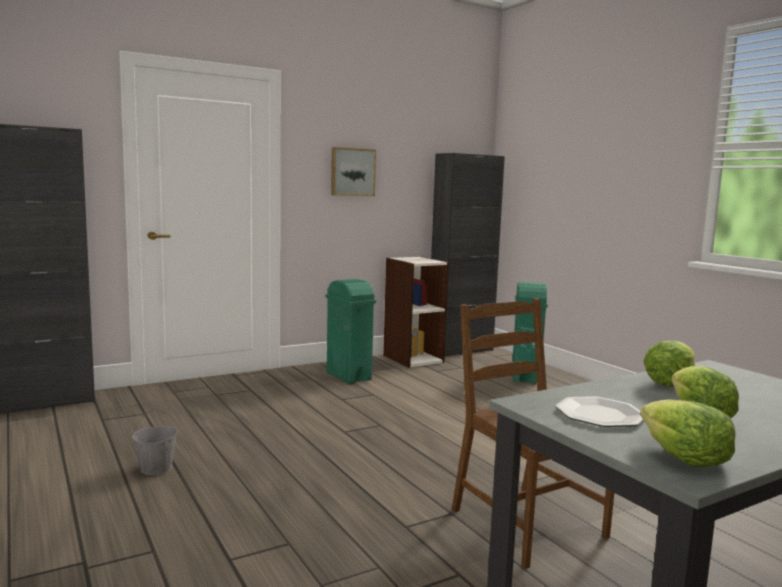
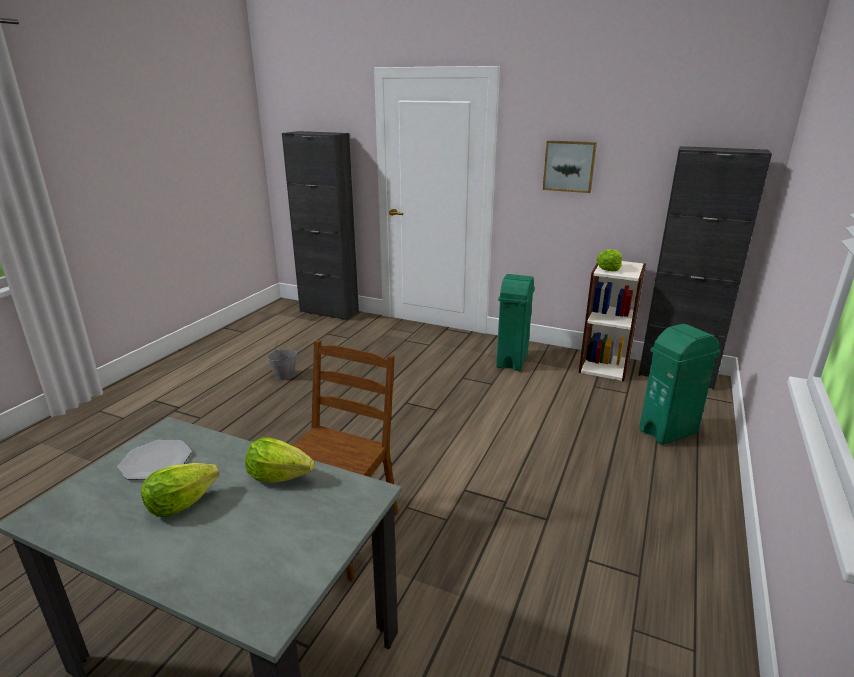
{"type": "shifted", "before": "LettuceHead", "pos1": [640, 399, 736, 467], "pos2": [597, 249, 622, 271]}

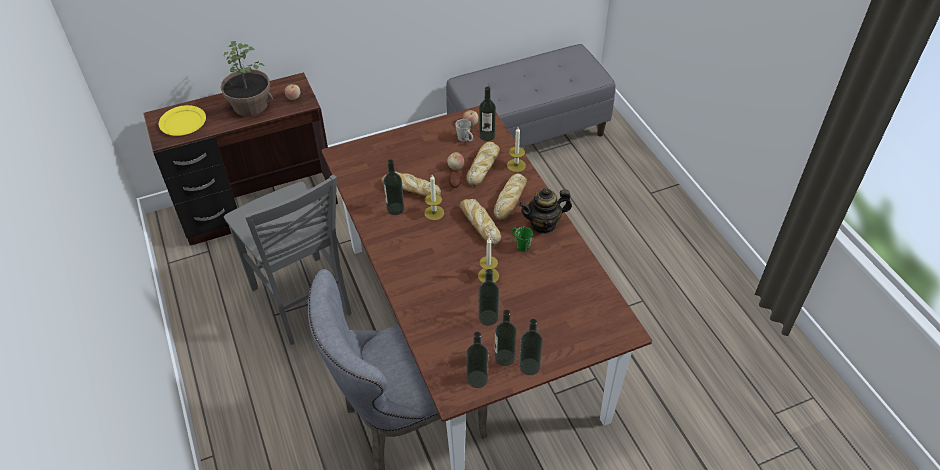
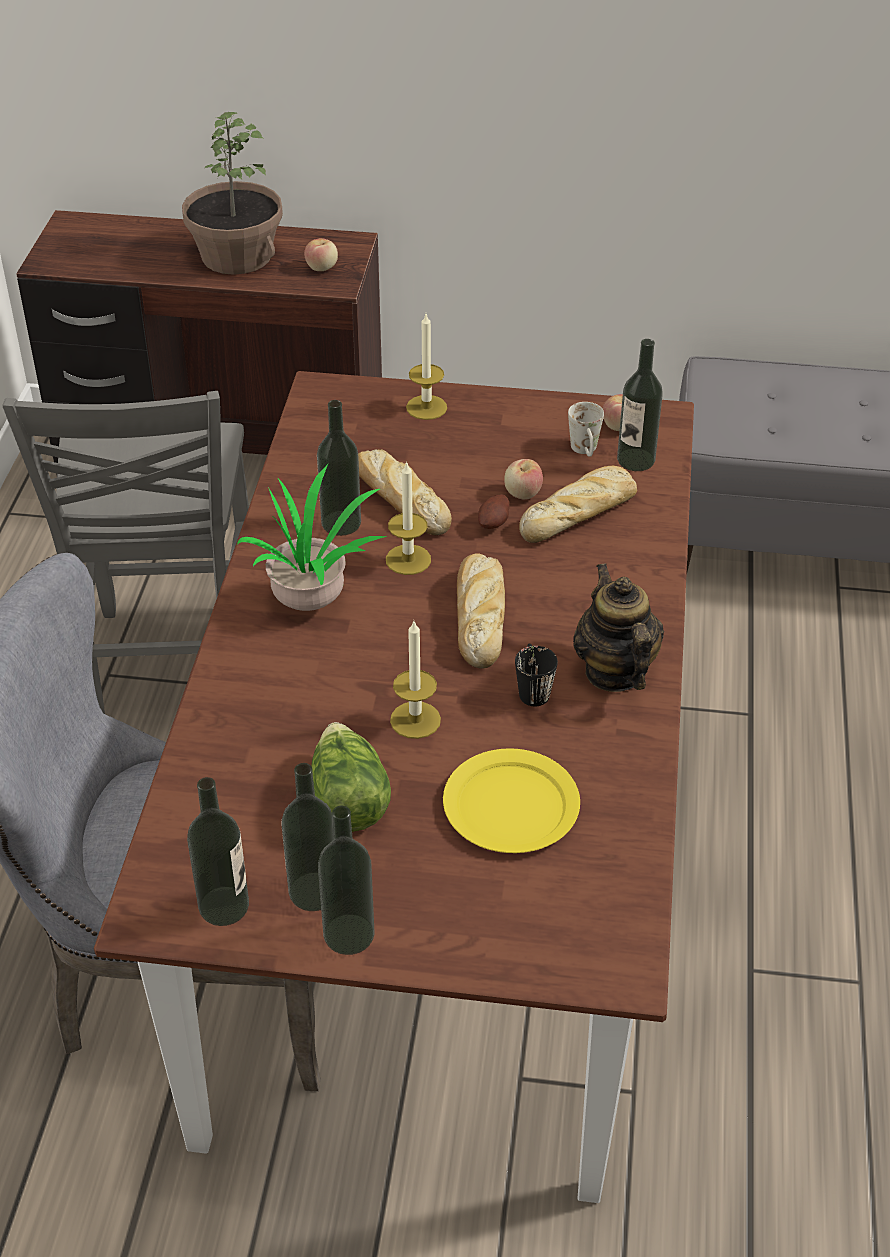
{"type": "shifted", "before": "YellowColouredFlatDish", "pos1": [159, 105, 206, 136], "pos2": [443, 748, 580, 853]}
{"type": "shifted", "before": "WaxCandle", "pos1": [507, 127, 526, 172], "pos2": [406, 314, 447, 420]}
{"type": "gone", "before": "Bread", "pos1": [494, 173, 527, 221]}
{"type": "rotated", "before": "PotForTea", "pos1": [519, 188, 572, 234], "pos2": [573, 563, 664, 692], "turn": 60}
{"type": "repainted", "before": "GreenishTeaMug", "after": "BlackishTeaMug", "pos1": [512, 227, 533, 252], "pos2": [515, 644, 558, 706]}
{"type": "swapped", "before": "Bottle", "after": "LettuceHead", "pos1": [479, 269, 499, 326], "pos2": [311, 722, 391, 832]}
{"type": "new", "after": "Houseplant", "pos2": [237, 464, 387, 611]}

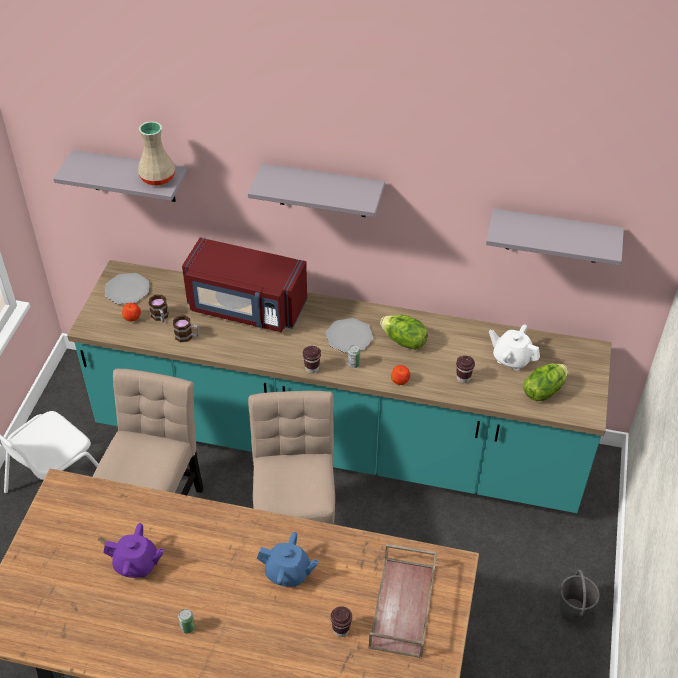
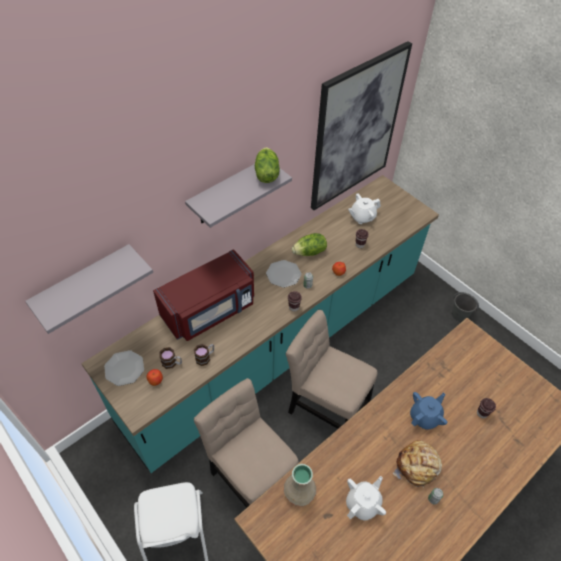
{"type": "shifted", "before": "BeigeColouredDecorativeVase", "pos1": [138, 121, 175, 186], "pos2": [284, 464, 316, 506]}
{"type": "swapped", "before": "GreyishWallShelf", "after": "Picture", "pos1": [486, 208, 624, 266], "pos2": [311, 41, 412, 210]}
{"type": "shifted", "before": "LettuceHead", "pos1": [523, 363, 568, 401], "pos2": [255, 147, 280, 183]}
{"type": "repainted", "before": "PurplishPotForTea", "after": "WhiteColouredPotForTea", "pos1": [103, 523, 164, 578], "pos2": [346, 476, 386, 520]}
{"type": "gone", "before": "BrownishCarryingTray", "pos1": [368, 544, 437, 659]}
{"type": "new", "after": "Bread", "pos2": [393, 440, 442, 488]}

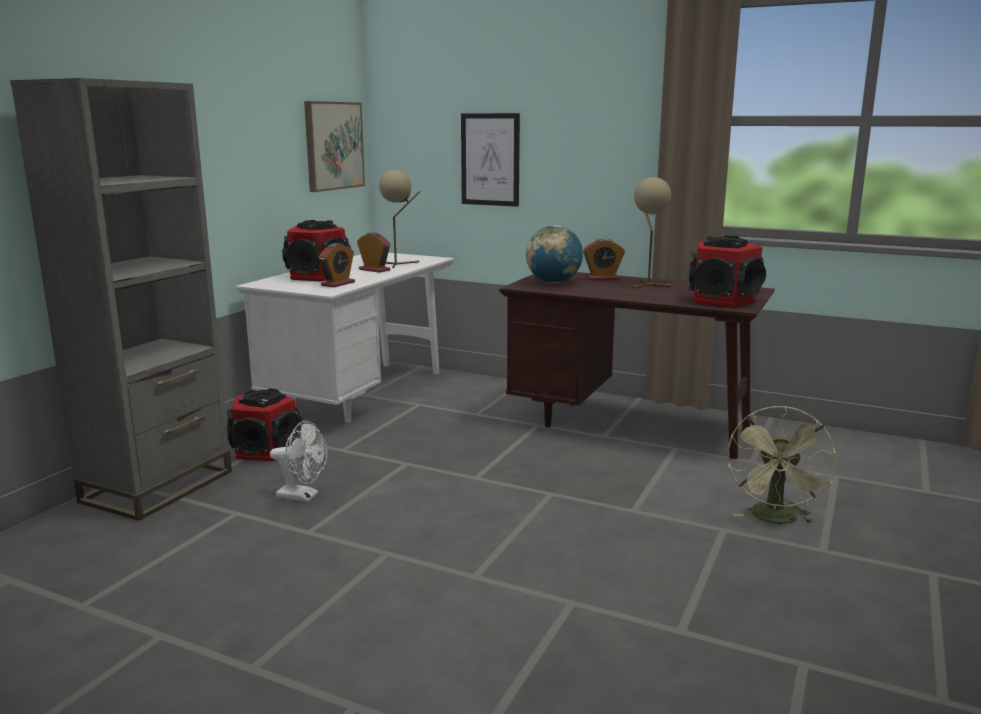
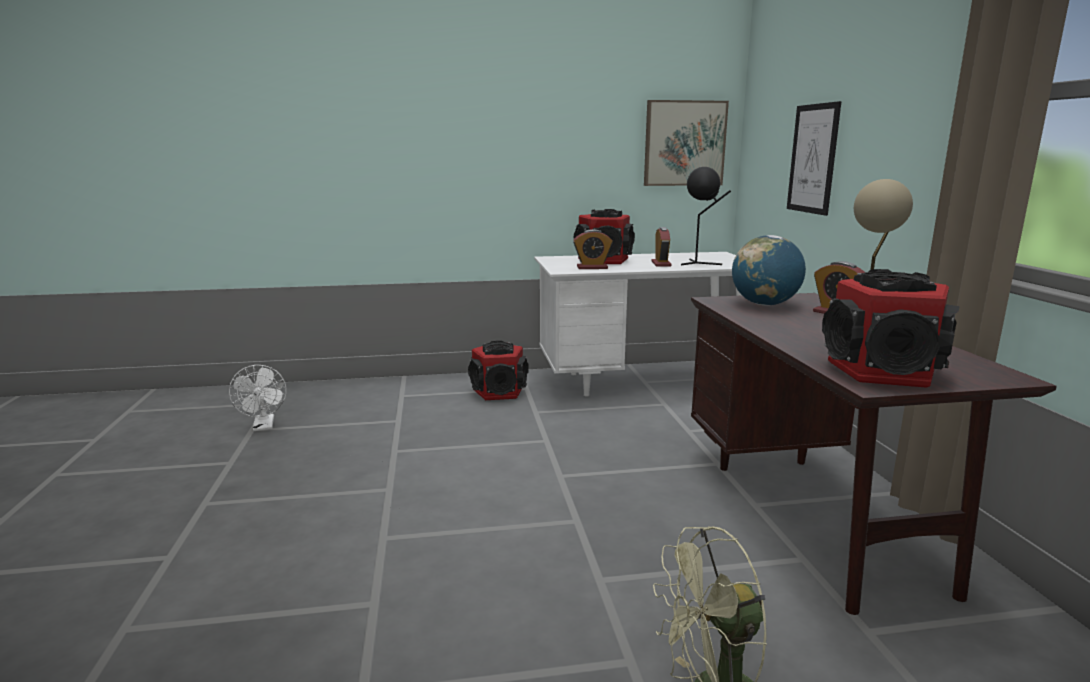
{"type": "gone", "before": "GreyishBookcase", "pos1": [10, 78, 232, 521]}
{"type": "repainted", "before": "BeigeColouredLampForATable", "after": "BlackishLampForATable", "pos1": [379, 170, 420, 268], "pos2": [681, 167, 731, 265]}
{"type": "shifted", "before": "WhiteColouredFan", "pos1": [270, 421, 327, 502], "pos2": [229, 365, 286, 431]}

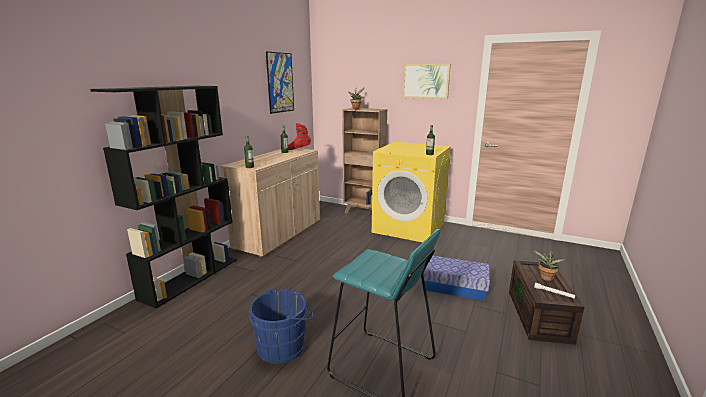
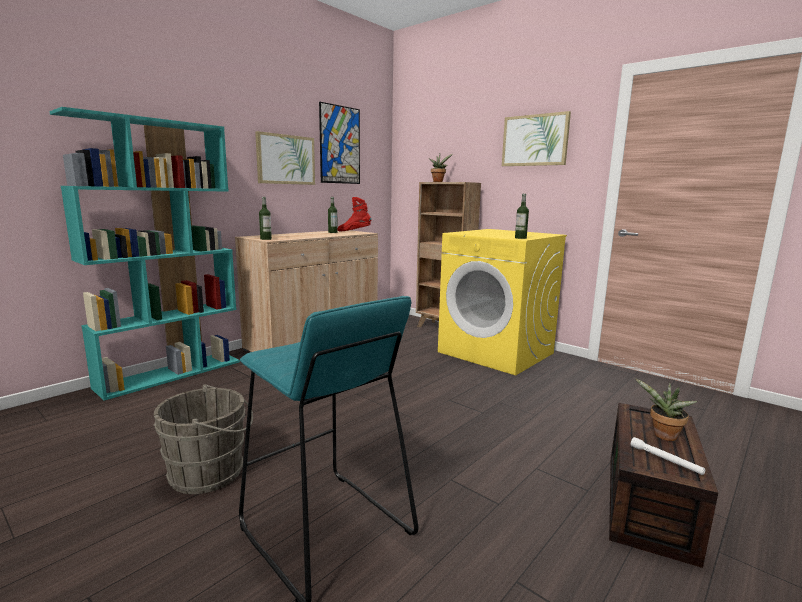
{"type": "repainted", "before": "BlackishBookcase", "after": "BlueGreenBookcase", "pos1": [90, 86, 237, 309], "pos2": [49, 107, 240, 401]}
{"type": "gone", "before": "StorageContainer", "pos1": [424, 256, 490, 301]}
{"type": "repainted", "before": "BluishBucket", "after": "GreyishBucket", "pos1": [249, 289, 313, 364], "pos2": [154, 384, 253, 494]}
{"type": "new", "after": "Picture", "pos2": [255, 131, 315, 185]}

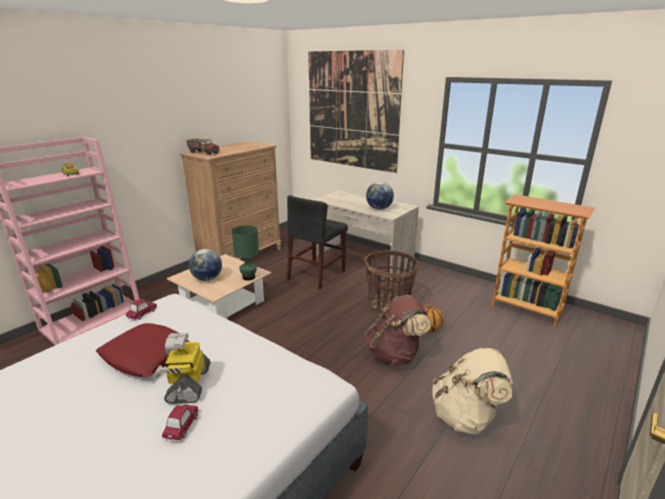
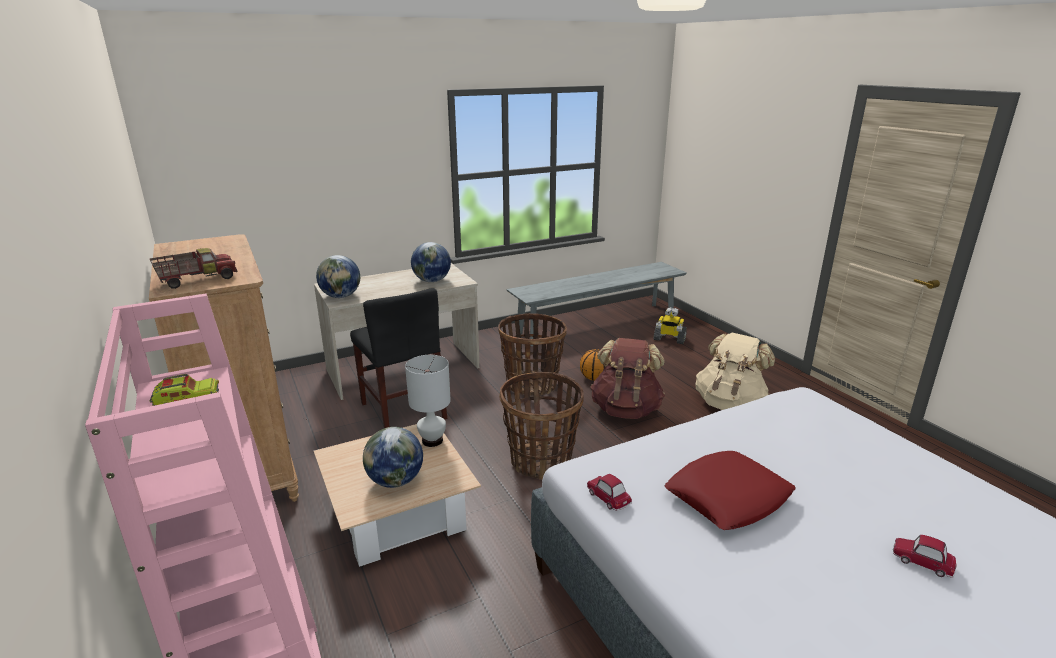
{"type": "gone", "before": "Picture", "pos1": [308, 50, 404, 173]}
{"type": "swapped", "before": "Bookcase", "after": "GreyishLongSeat", "pos1": [491, 194, 595, 328], "pos2": [506, 262, 687, 346]}
{"type": "repainted", "before": "GreenishLampForATable", "after": "WhiteColouredLampForATable", "pos1": [232, 226, 259, 281], "pos2": [405, 355, 451, 447]}
{"type": "shifted", "before": "ToyRobot", "pos1": [154, 333, 211, 404], "pos2": [653, 307, 686, 344]}
{"type": "shifted", "before": "ModelCar", "pos1": [162, 404, 199, 441], "pos2": [893, 535, 957, 578]}
{"type": "new", "after": "Globe", "pos2": [316, 255, 360, 298]}
{"type": "new", "after": "StorageBasket", "pos2": [499, 372, 584, 480]}

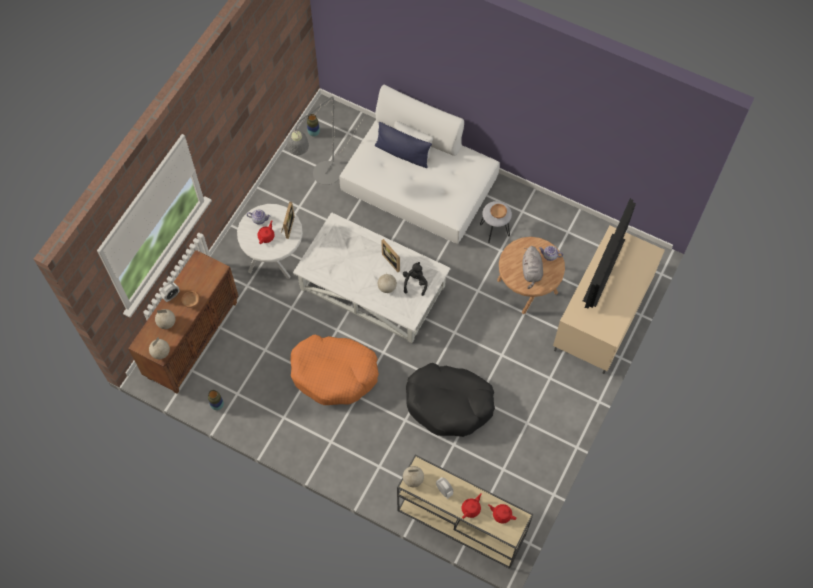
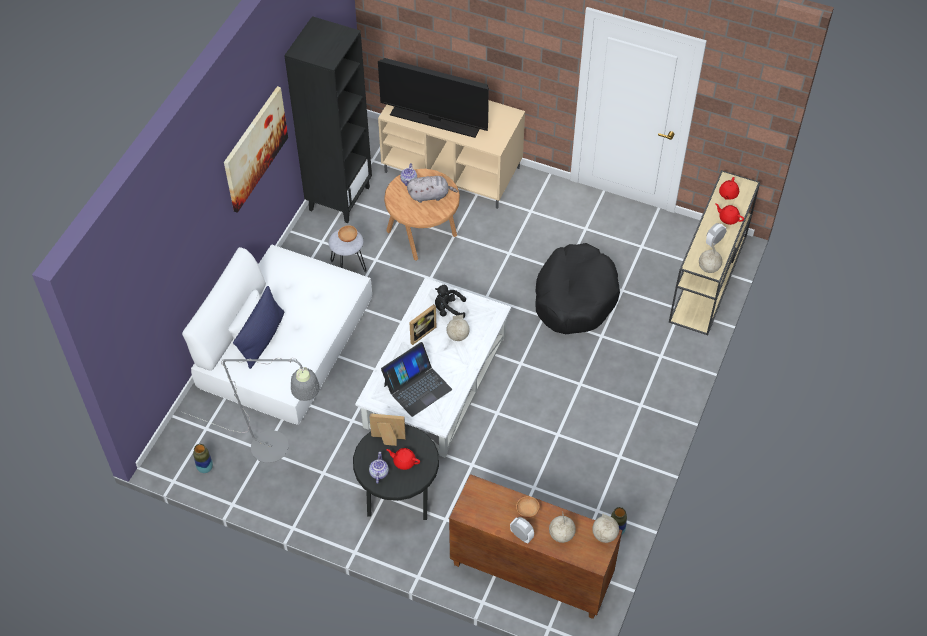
{"type": "repainted", "before": "WhiteColouredSideTable", "after": "BlackishSideTable", "pos1": [237, 204, 303, 279], "pos2": [353, 424, 439, 520]}
{"type": "gone", "before": "OrangeyPetBed", "pos1": [290, 335, 379, 405]}
{"type": "new", "after": "BlackishBookcase", "pos2": [284, 16, 372, 223]}
{"type": "new", "after": "Picture", "pos2": [224, 86, 288, 213]}
{"type": "new", "after": "Laptop", "pos2": [381, 342, 452, 417]}

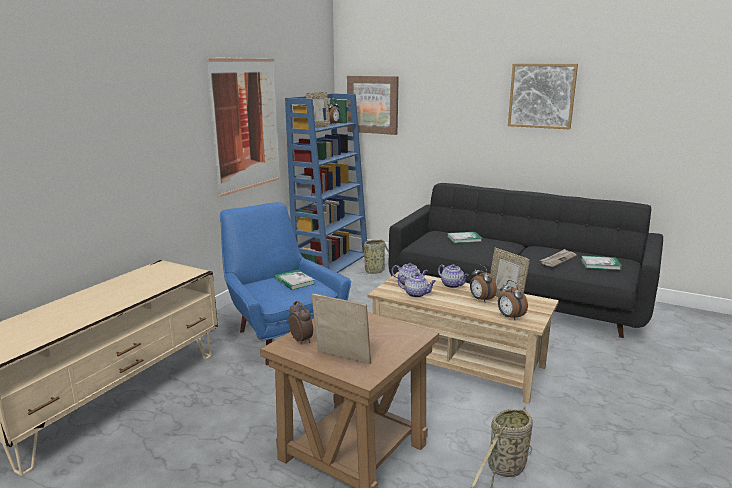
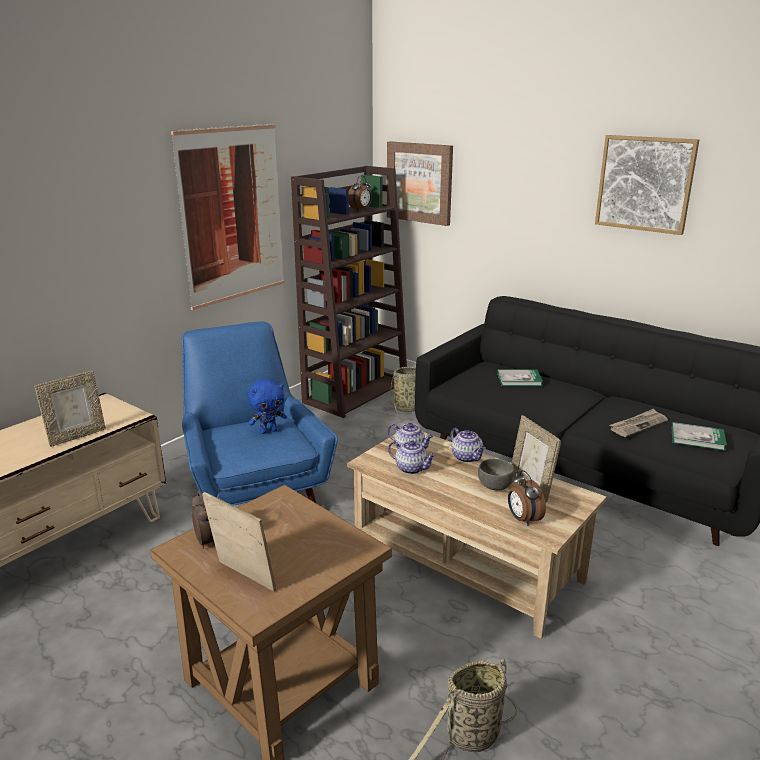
{"type": "shifted", "before": "PictureFrame", "pos1": [306, 92, 331, 128], "pos2": [35, 371, 106, 447]}
{"type": "repainted", "before": "BluishBookcase", "after": "BrownishBookcase", "pos1": [285, 93, 367, 273], "pos2": [291, 166, 407, 418]}
{"type": "swapped", "before": "AlarmClock", "after": "GreyishBowl", "pos1": [470, 265, 497, 302], "pos2": [478, 459, 515, 491]}
{"type": "swapped", "before": "Book", "after": "BluishSoftToy", "pos1": [274, 269, 315, 290], "pos2": [248, 379, 287, 434]}

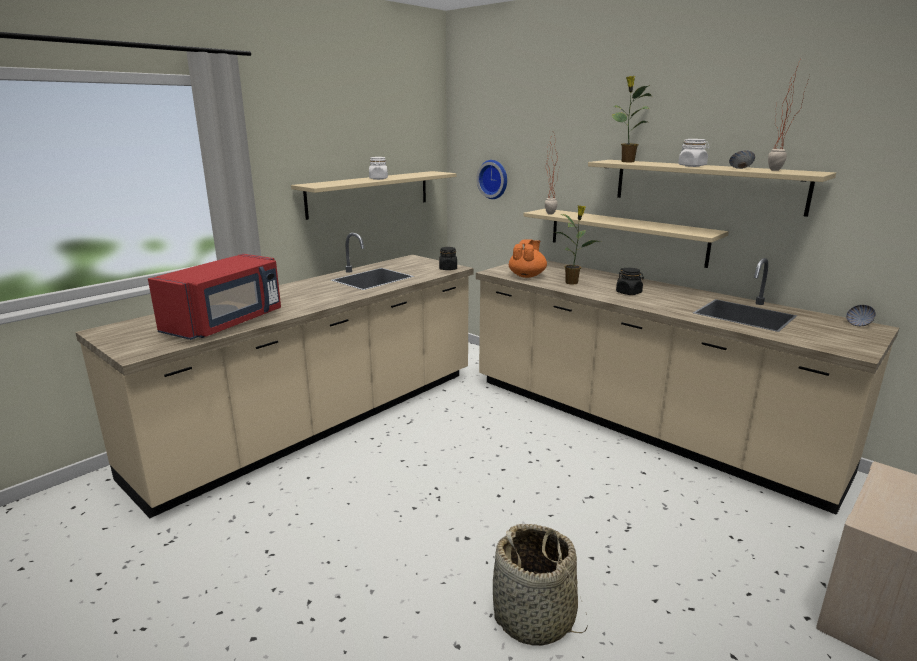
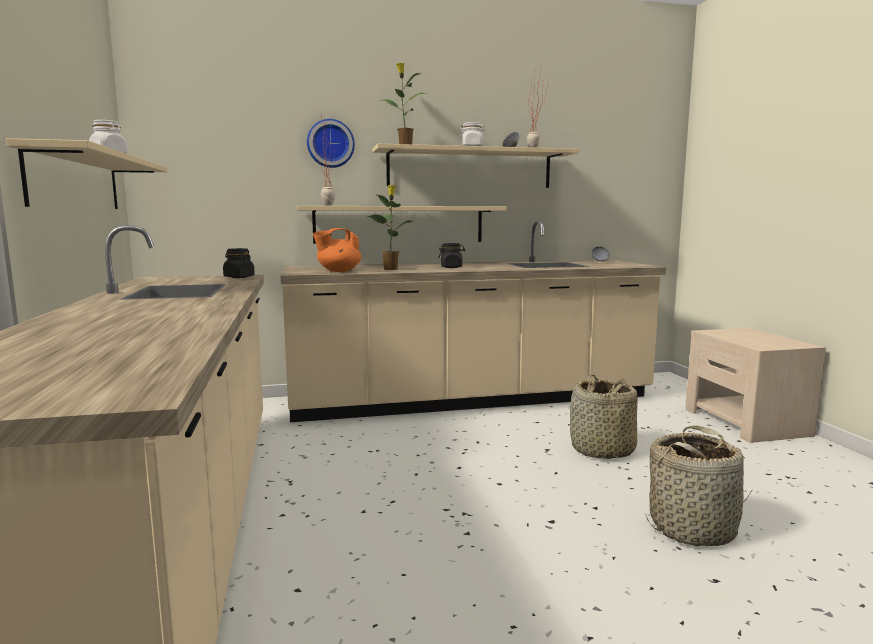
{"type": "shifted", "before": "HangingClock", "pos1": [476, 160, 507, 199], "pos2": [307, 119, 355, 168]}
{"type": "rotated", "before": "OrangeyPotForTea", "pos1": [509, 239, 547, 278], "pos2": [313, 228, 361, 272], "turn": -90}
{"type": "gone", "before": "RedMicrowave", "pos1": [148, 254, 281, 340]}
{"type": "new", "after": "StorageBasket", "pos2": [570, 374, 637, 459]}

